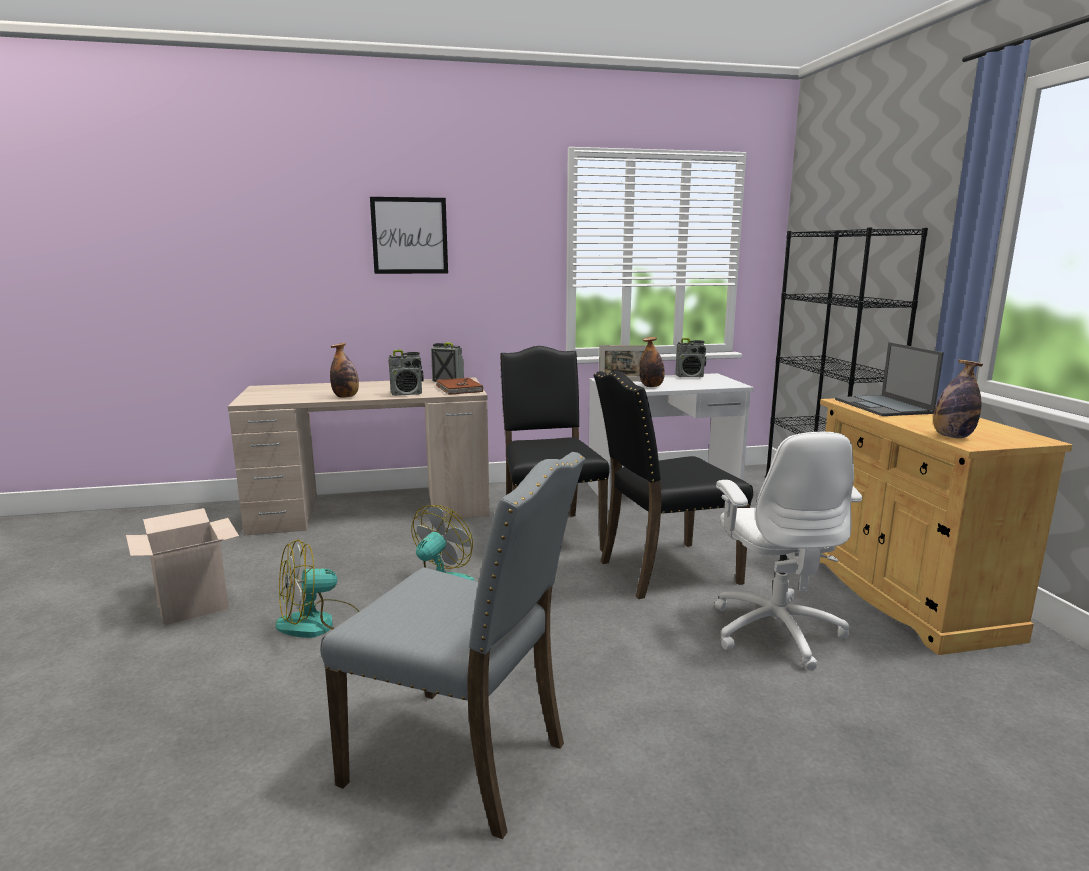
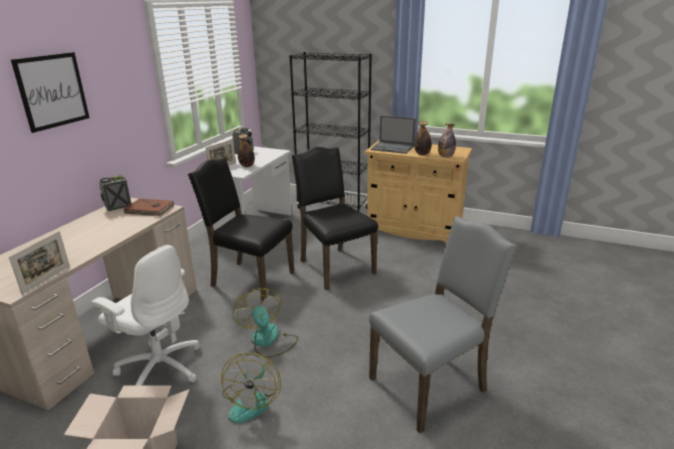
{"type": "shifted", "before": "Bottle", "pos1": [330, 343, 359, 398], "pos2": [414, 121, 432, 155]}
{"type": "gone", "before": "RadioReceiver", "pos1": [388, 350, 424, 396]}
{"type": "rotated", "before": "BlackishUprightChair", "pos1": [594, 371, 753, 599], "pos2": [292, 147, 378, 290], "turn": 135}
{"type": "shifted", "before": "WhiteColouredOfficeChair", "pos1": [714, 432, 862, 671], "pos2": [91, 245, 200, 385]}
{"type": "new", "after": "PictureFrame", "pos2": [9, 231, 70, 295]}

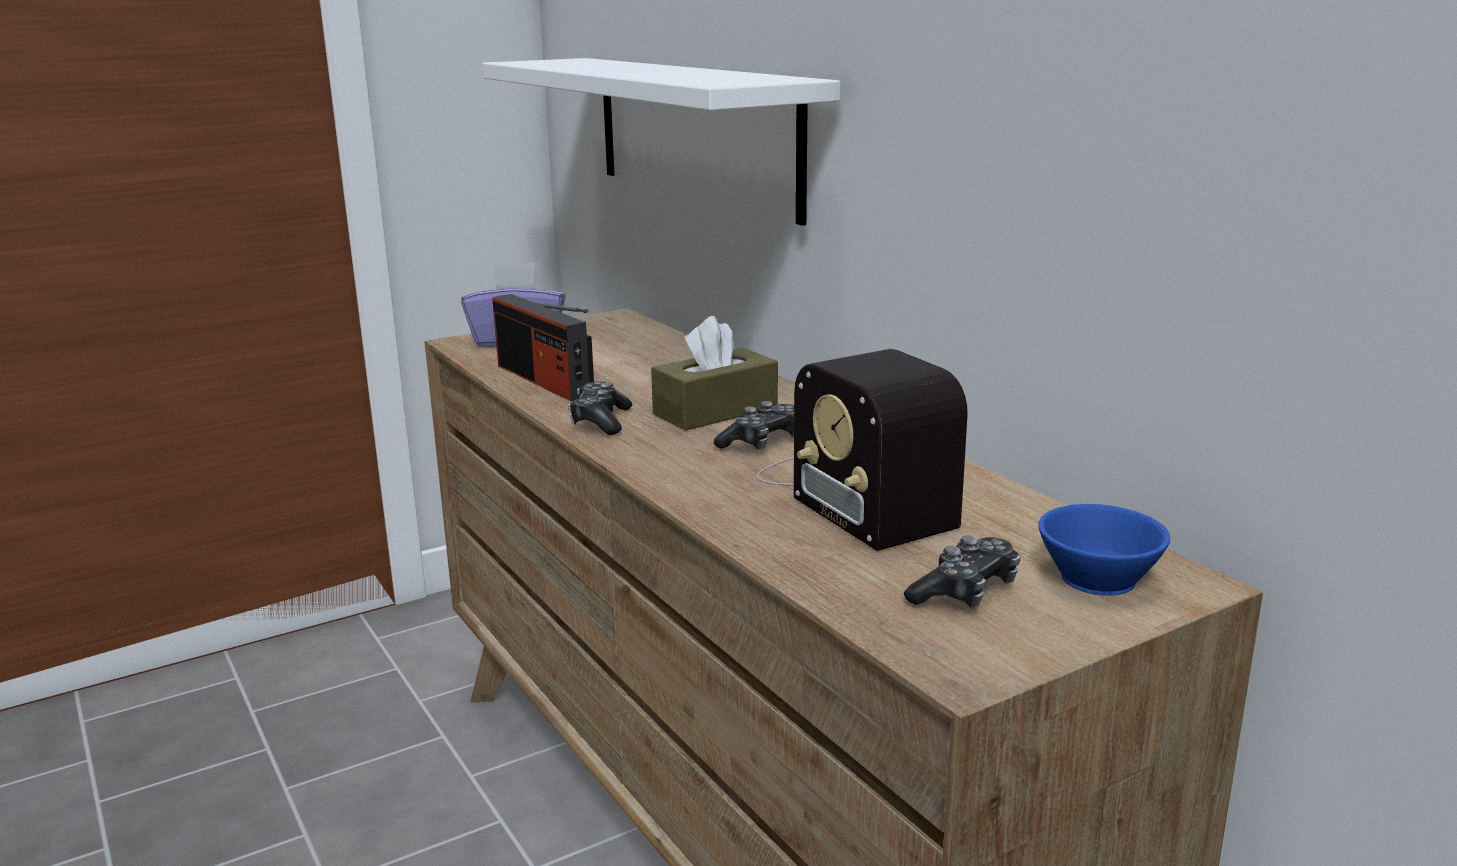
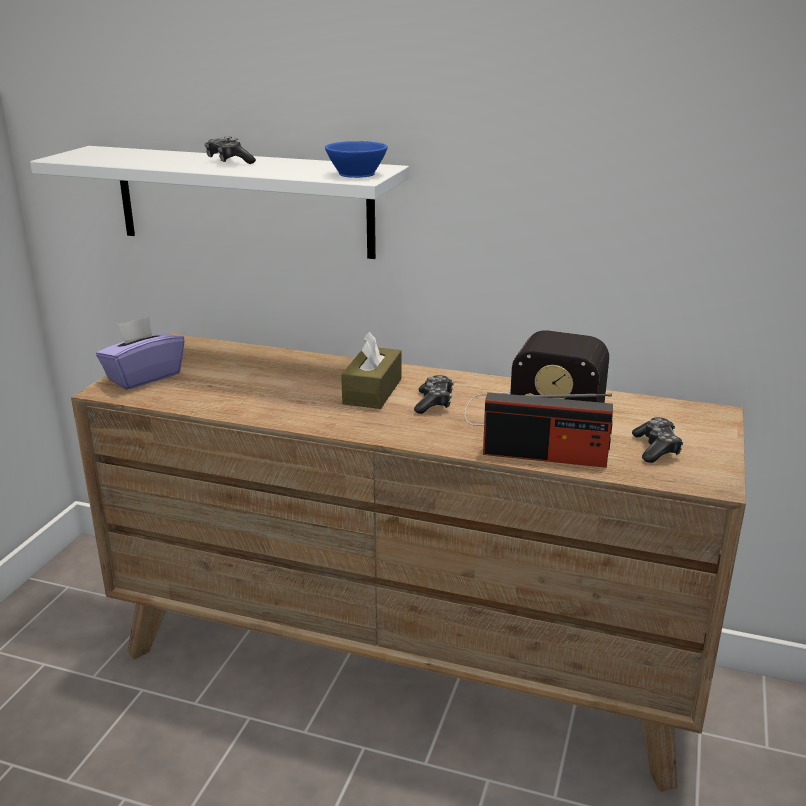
{"type": "shifted", "before": "RadioReceiver", "pos1": [492, 294, 594, 401], "pos2": [483, 392, 613, 468]}
{"type": "shifted", "before": "Gamepad", "pos1": [568, 381, 632, 435], "pos2": [205, 136, 256, 164]}
{"type": "shifted", "before": "BluishDrinkingCup", "pos1": [1039, 504, 1170, 596], "pos2": [325, 141, 388, 178]}

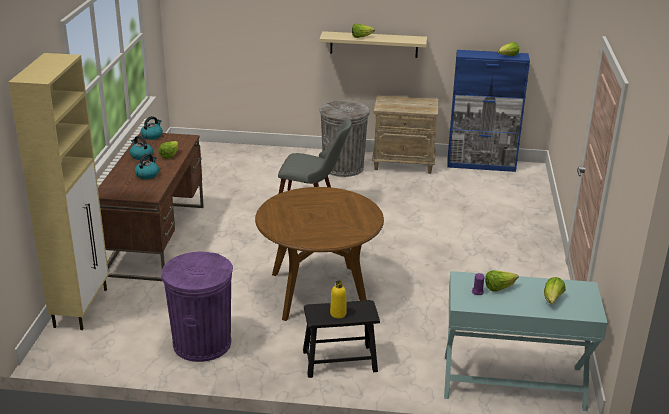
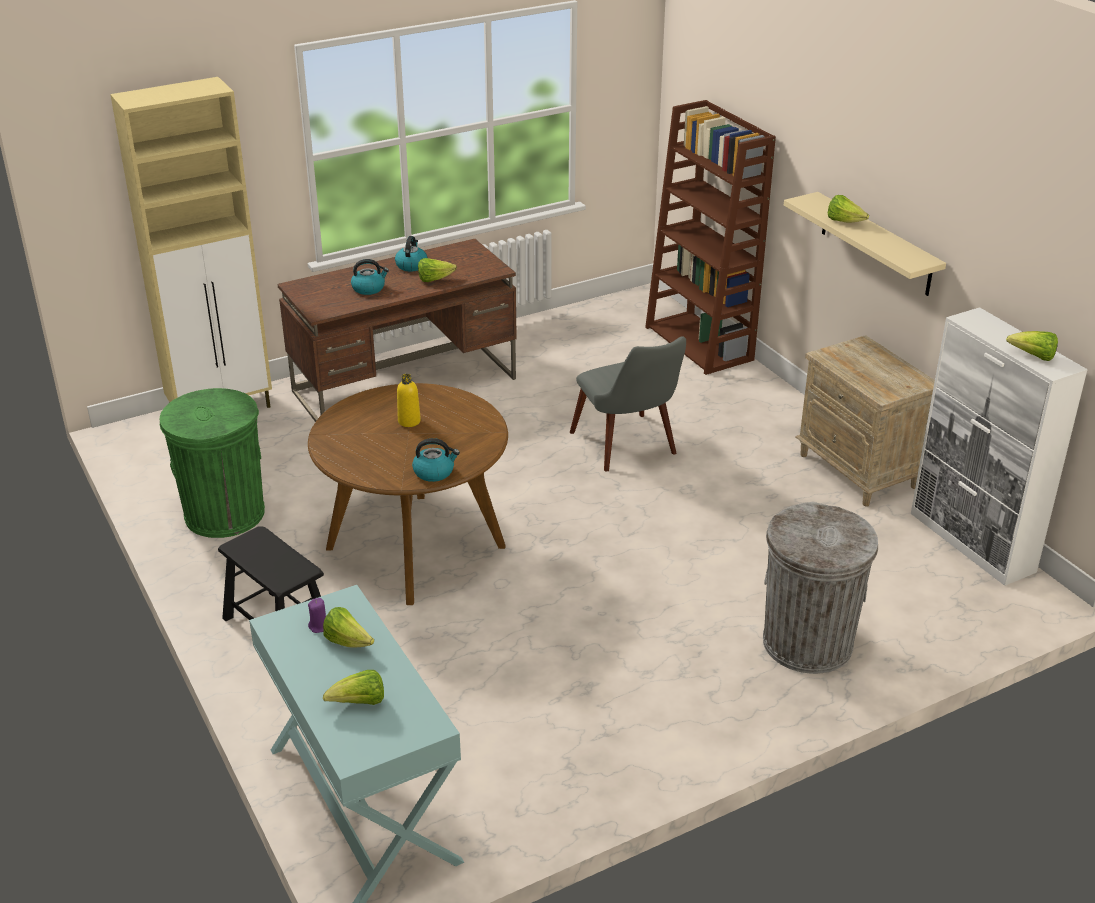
{"type": "repainted", "before": "BluishCabinet", "after": "WhiteColouredCabinet", "pos1": [448, 50, 530, 172], "pos2": [911, 307, 1088, 586]}
{"type": "shifted", "before": "GreyishWasteBin", "pos1": [319, 100, 369, 177], "pos2": [763, 502, 878, 674]}
{"type": "shifted", "before": "WaterKettle", "pos1": [140, 116, 163, 140], "pos2": [412, 438, 460, 482]}
{"type": "repainted", "before": "PurplishWasteBin", "after": "GreenishWasteBin", "pos1": [161, 252, 233, 362], "pos2": [160, 388, 265, 538]}
{"type": "shifted", "before": "YellowColouredBottle", "pos1": [330, 280, 347, 318], "pos2": [397, 374, 421, 427]}
{"type": "new", "after": "BrownishBookcase", "pos2": [645, 100, 776, 375]}

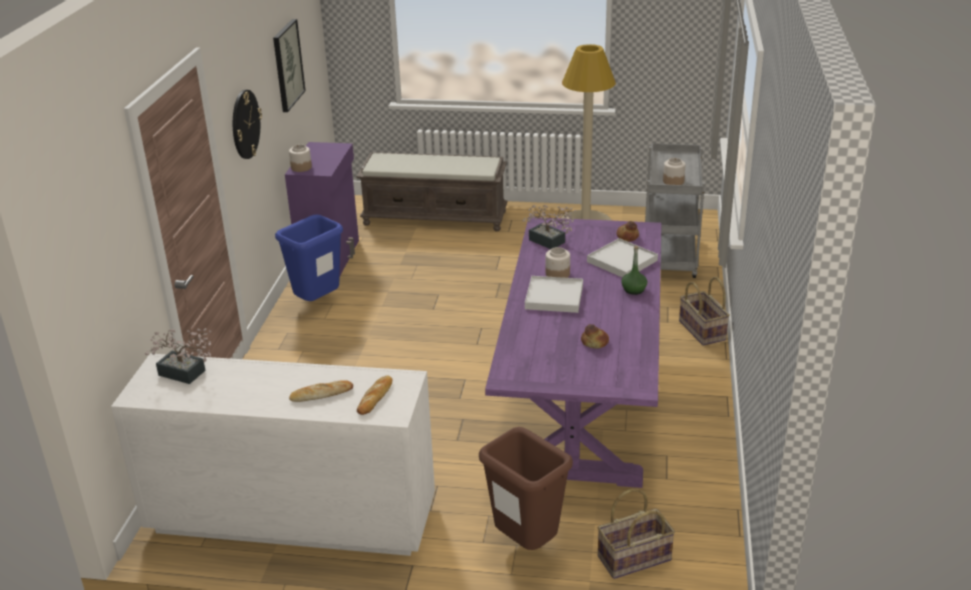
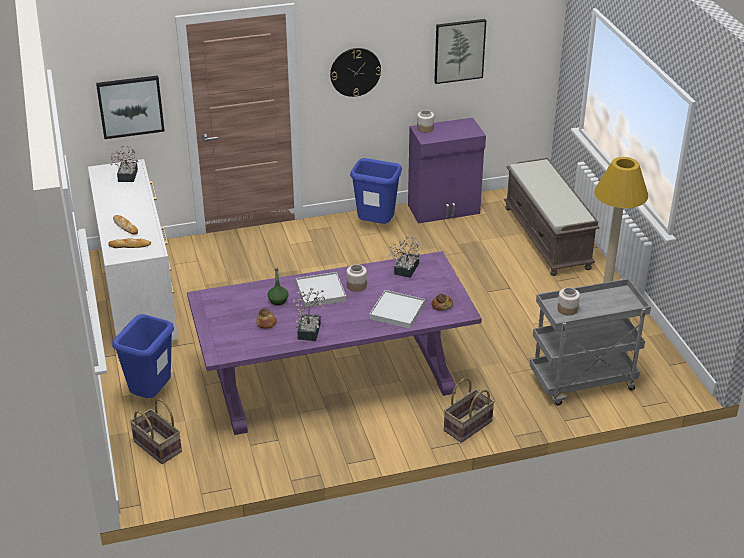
{"type": "shifted", "before": "GreenishBottle", "pos1": [621, 246, 647, 295], "pos2": [267, 267, 288, 305]}
{"type": "repainted", "before": "BrownishWasteBin", "after": "BluishWasteBin", "pos1": [479, 427, 573, 550], "pos2": [112, 314, 174, 398]}
{"type": "new", "after": "Picture", "pos2": [96, 75, 165, 139]}
{"type": "new", "after": "Houseplant", "pos2": [293, 288, 325, 341]}

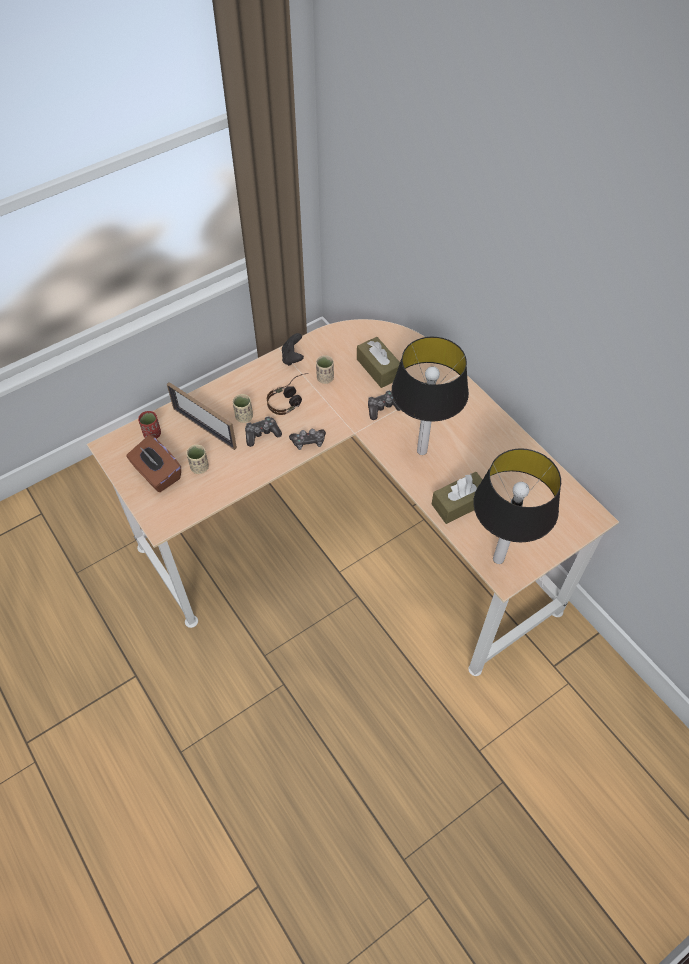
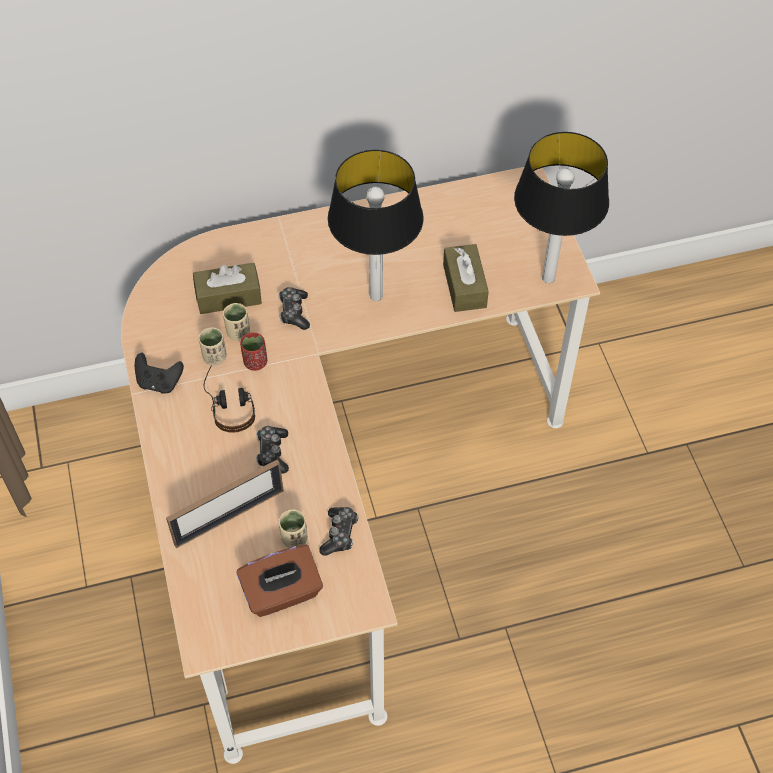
{"type": "shifted", "before": "BeigeColouredDrinkingCup", "pos1": [233, 394, 253, 423], "pos2": [223, 303, 250, 341]}
{"type": "shifted", "before": "RedDrinkingCup", "pos1": [138, 411, 161, 439], "pos2": [240, 332, 267, 371]}
{"type": "shifted", "before": "Gamepad", "pos1": [289, 429, 326, 450], "pos2": [319, 507, 358, 556]}

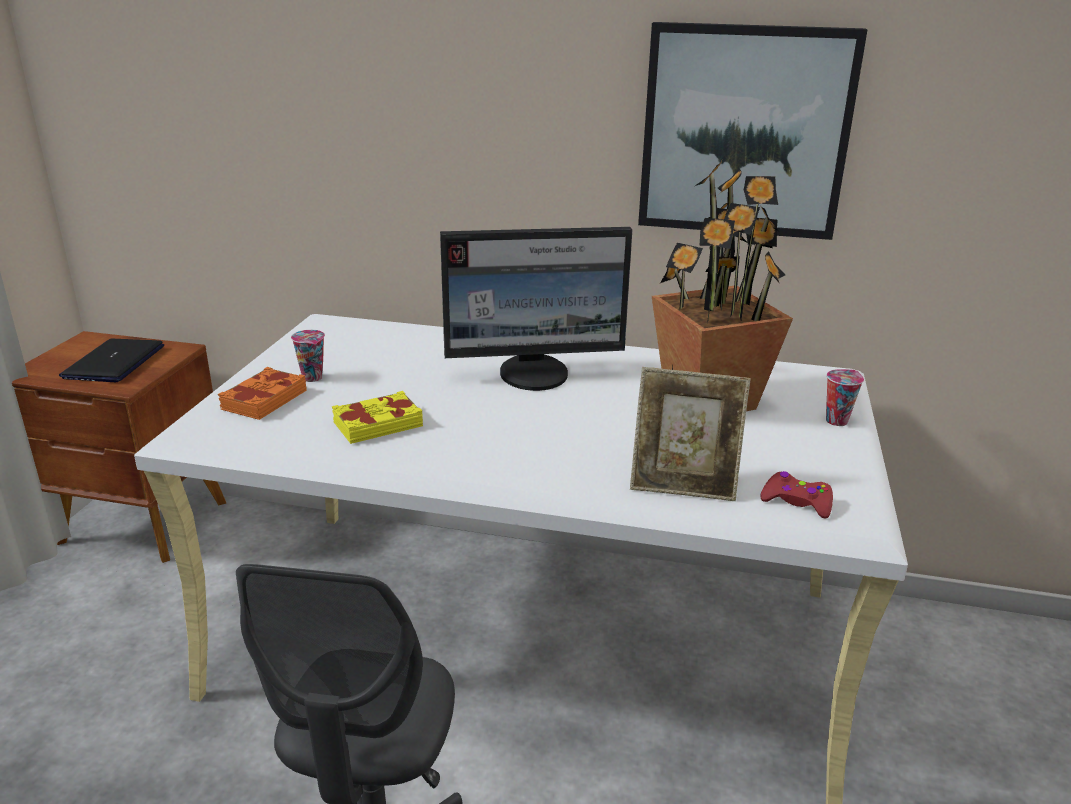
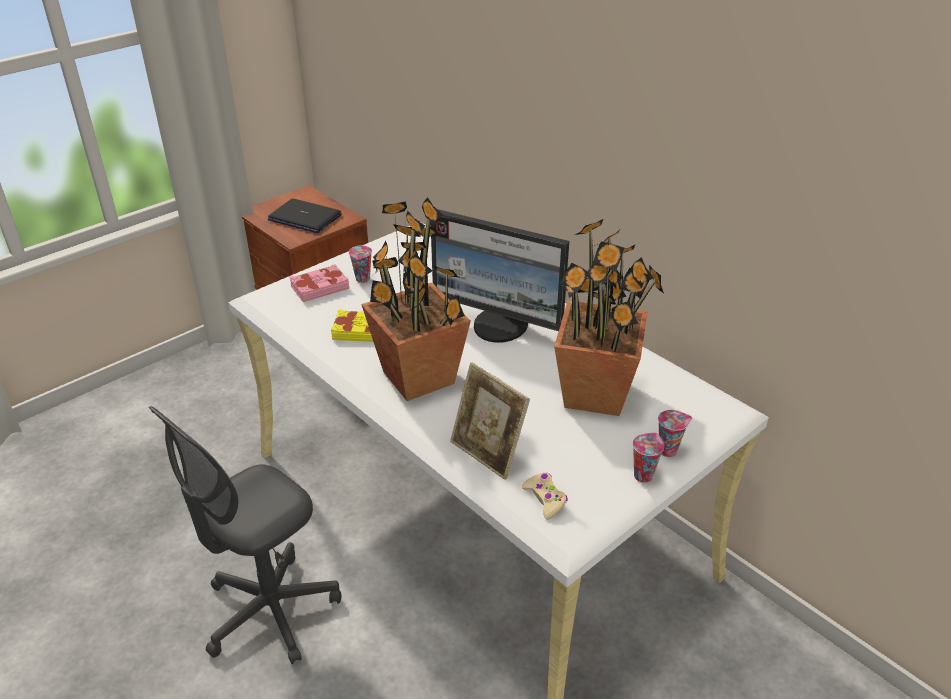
{"type": "gone", "before": "Picture", "pos1": [638, 22, 867, 240]}
{"type": "rotated", "before": "Laptop", "pos1": [59, 339, 164, 382], "pos2": [268, 199, 342, 233], "turn": -105}
{"type": "repainted", "before": "OrangeyBook", "after": "PinkBook", "pos1": [218, 367, 307, 420], "pos2": [290, 264, 349, 302]}
{"type": "repainted", "before": "RedGamepad", "after": "BeigeColouredGamepad", "pos1": [760, 471, 833, 519], "pos2": [522, 472, 568, 520]}
{"type": "new", "after": "Houseplant", "pos2": [361, 197, 471, 401]}
{"type": "new", "after": "DrinkingCup", "pos2": [632, 432, 664, 483]}

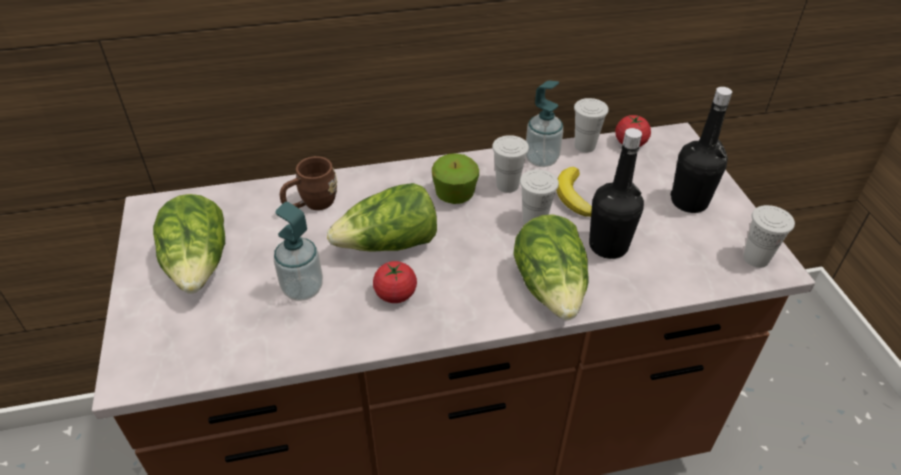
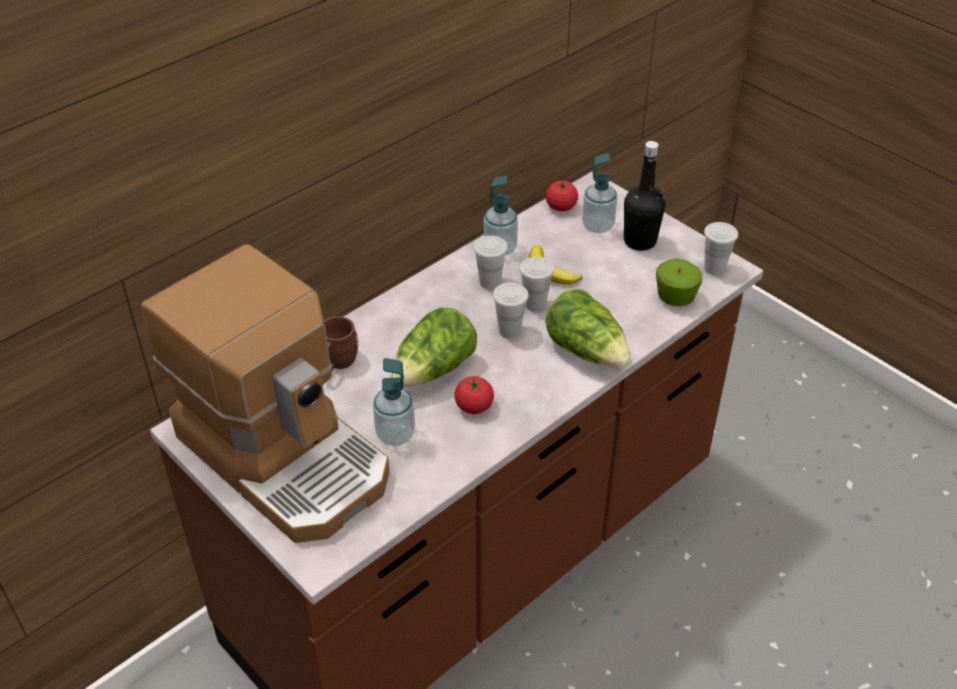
{"type": "shifted", "before": "WhiteColouredDrinkingCup", "pos1": [574, 98, 609, 153], "pos2": [493, 283, 529, 338]}
{"type": "gone", "before": "BlackishBottle", "pos1": [589, 128, 644, 259]}
{"type": "shifted", "before": "AppleFruit", "pos1": [432, 153, 479, 204], "pos2": [656, 259, 702, 306]}
{"type": "swapped", "before": "LettuceHead", "after": "CoffeeBrewer", "pos1": [153, 194, 225, 294], "pos2": [141, 244, 389, 543]}
{"type": "new", "after": "LiquidSoapBottle", "pos2": [582, 153, 617, 233]}

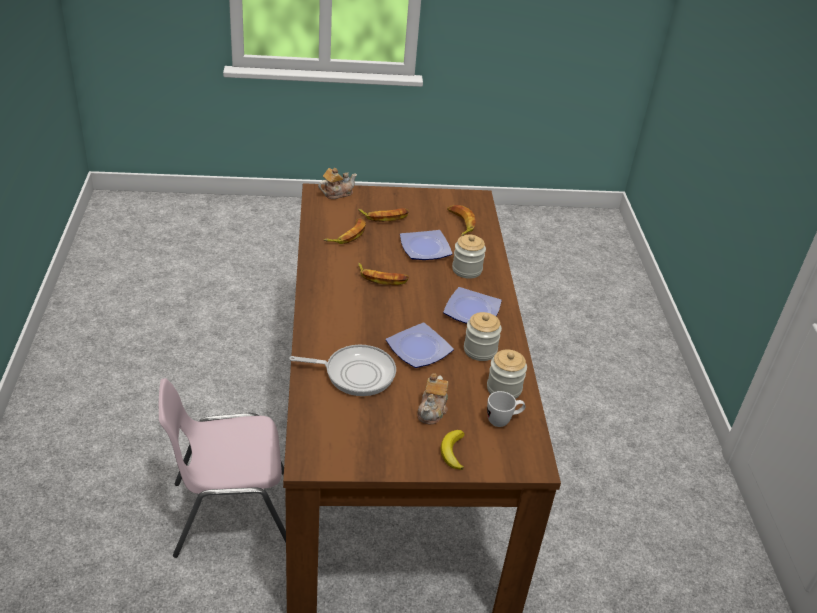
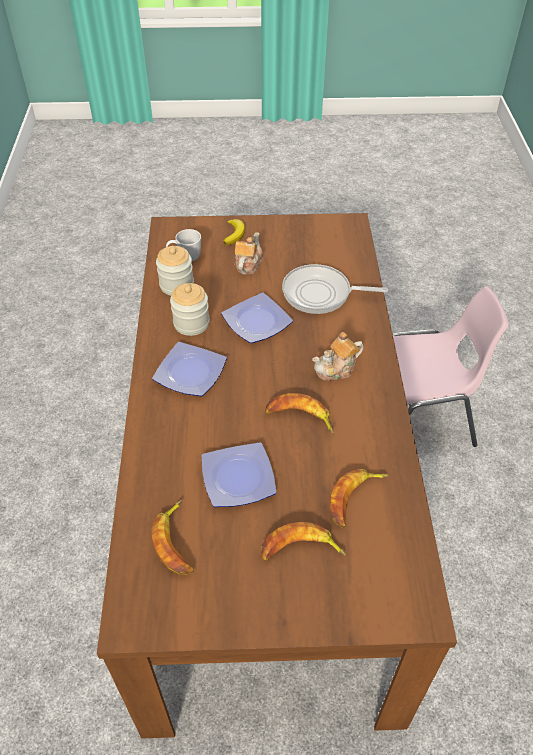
{"type": "shifted", "before": "PotForTea", "pos1": [318, 168, 357, 199], "pos2": [312, 332, 364, 381]}
{"type": "gone", "before": "Jar", "pos1": [452, 235, 486, 279]}

